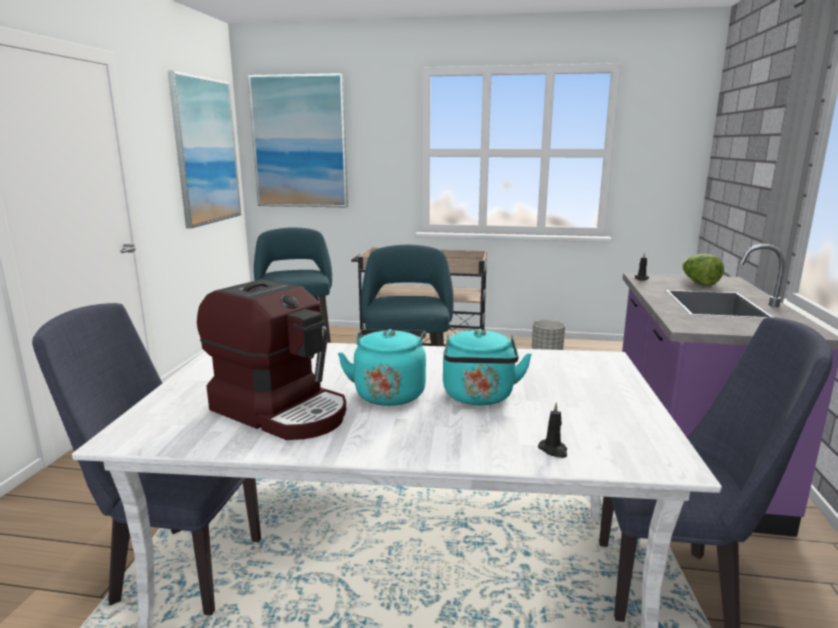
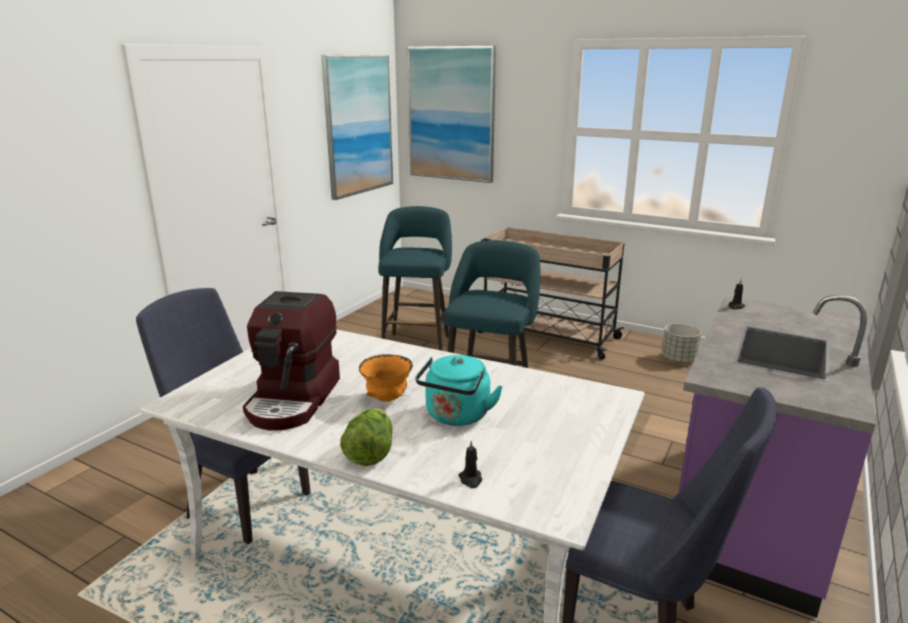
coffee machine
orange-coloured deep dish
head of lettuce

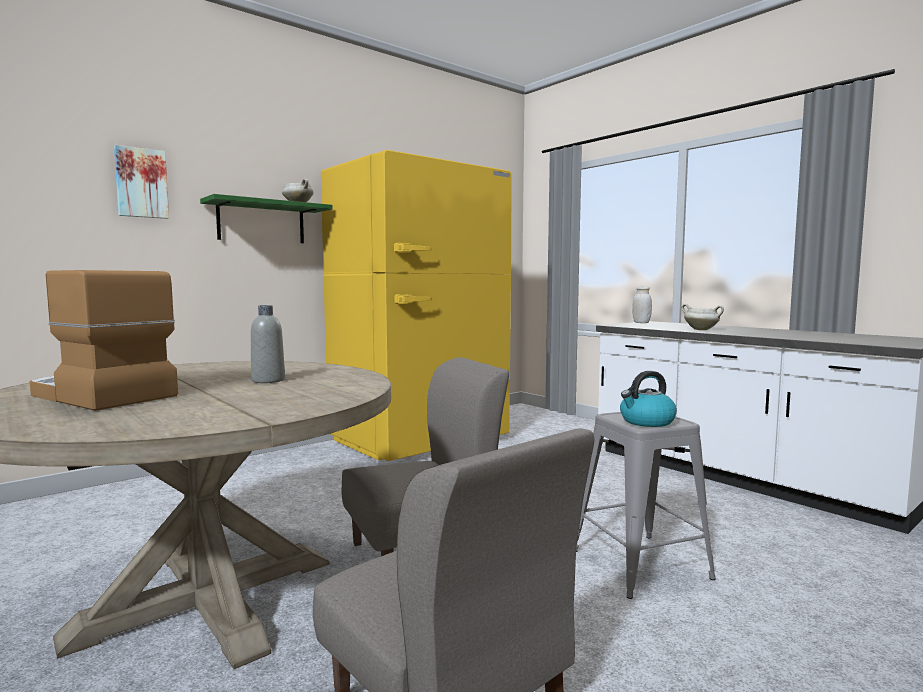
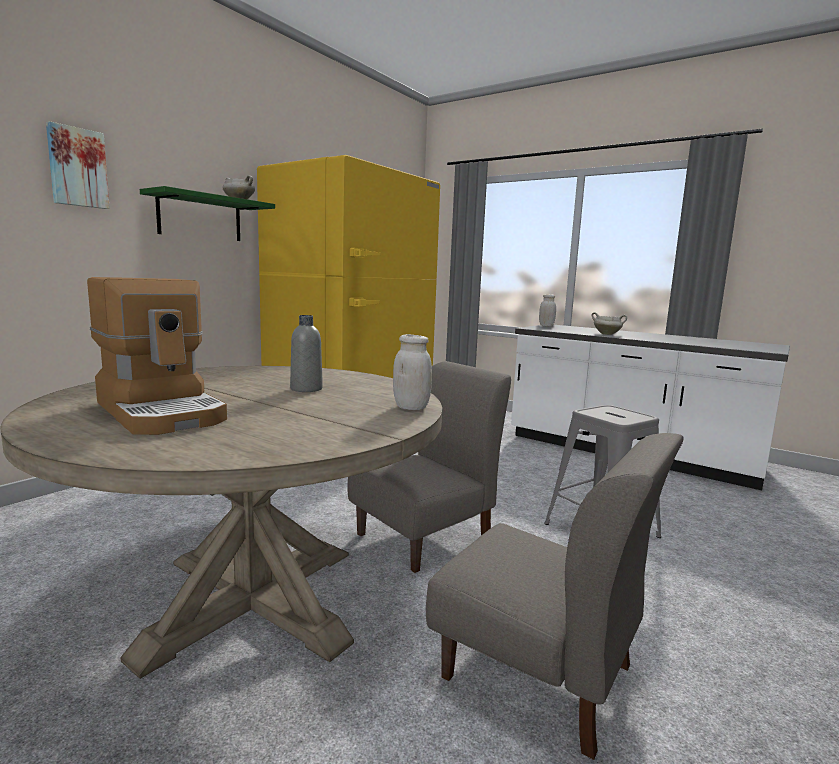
coffee machine
kettle
whitish preserve jar (no. 1 from left)

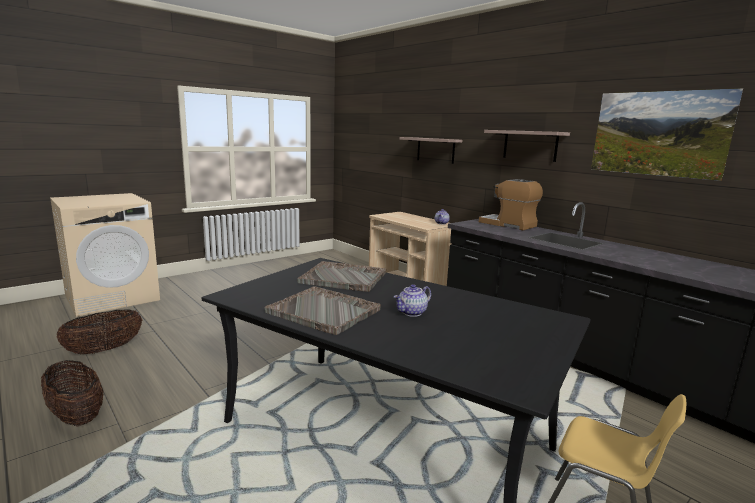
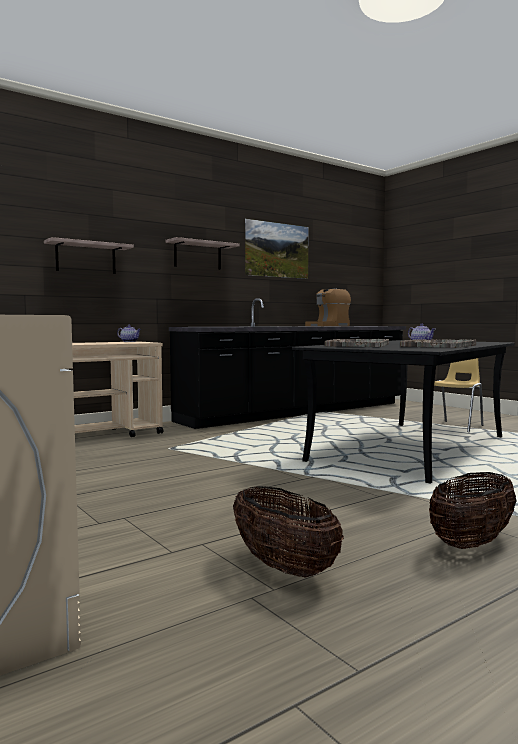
coffee machine

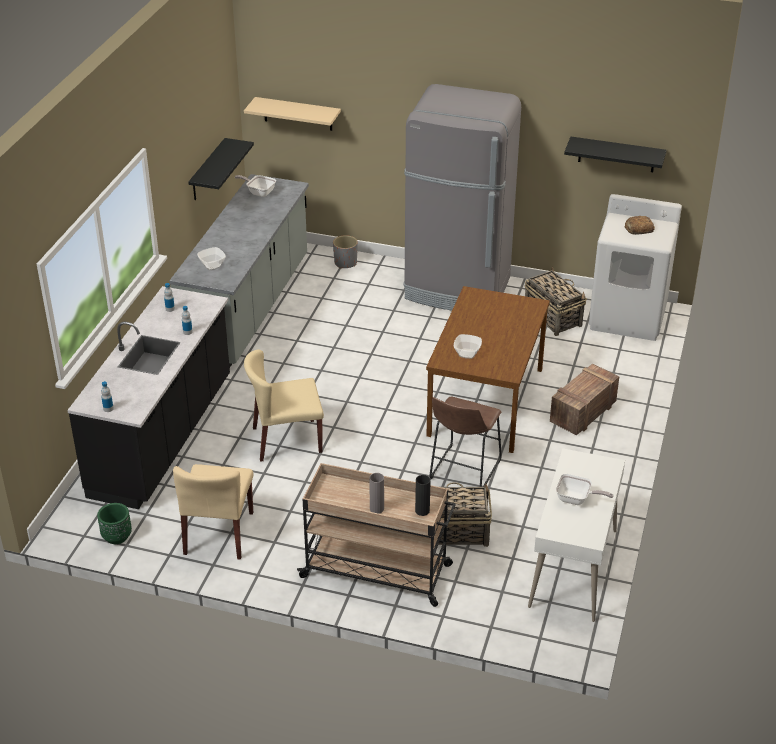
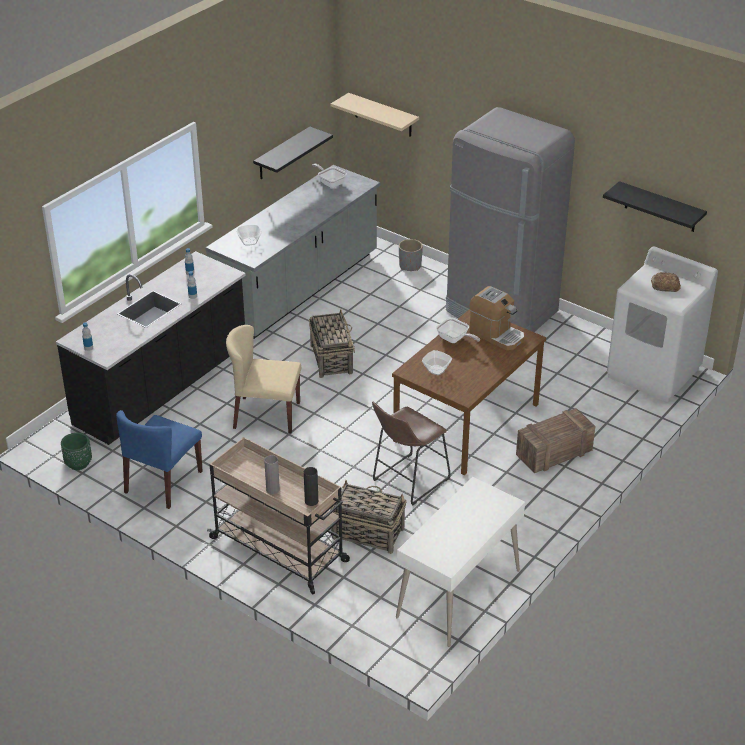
blue-coloured upright chair
household basket (no. 1 from left)
skillet (no. 2 from left)
coffee machine

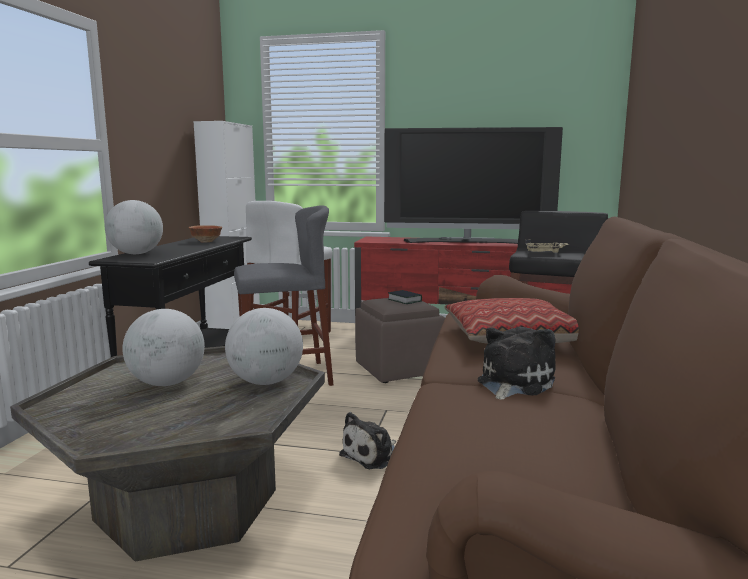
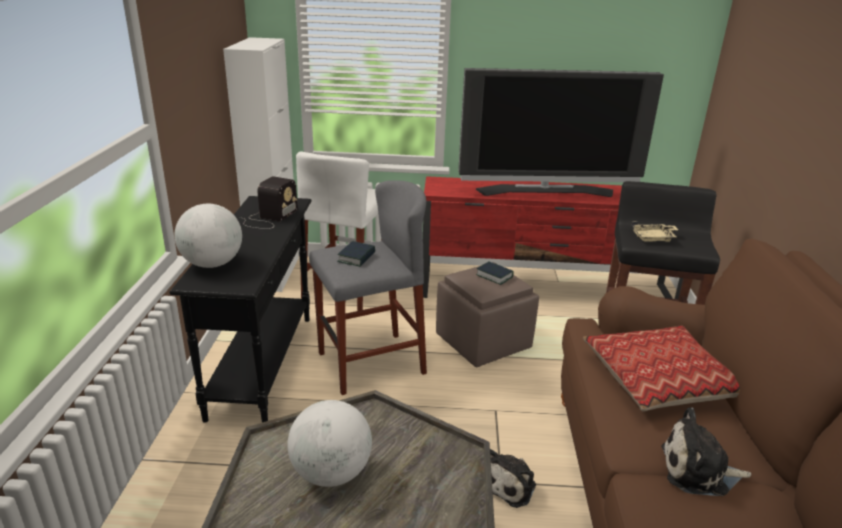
radio receiver
desk globe (no. 3 from left in the first image)
cuddly toy (no. 2 from left)
bound book (no. 1 from left)

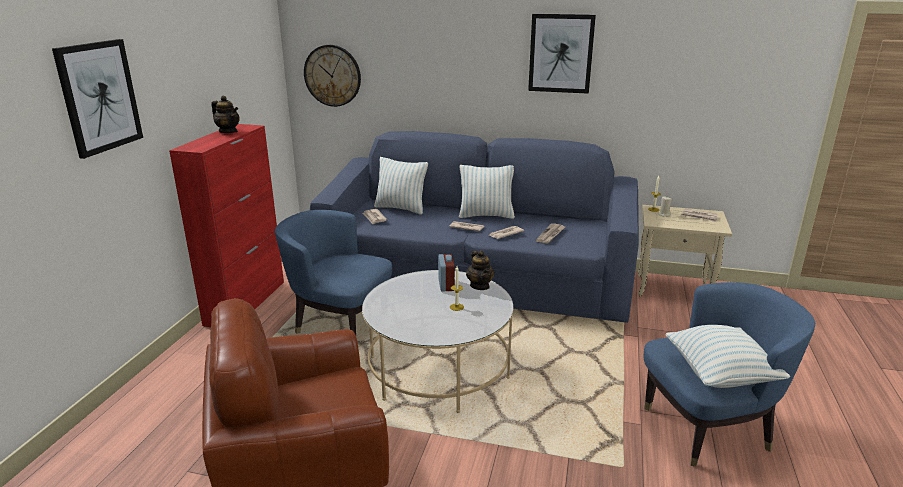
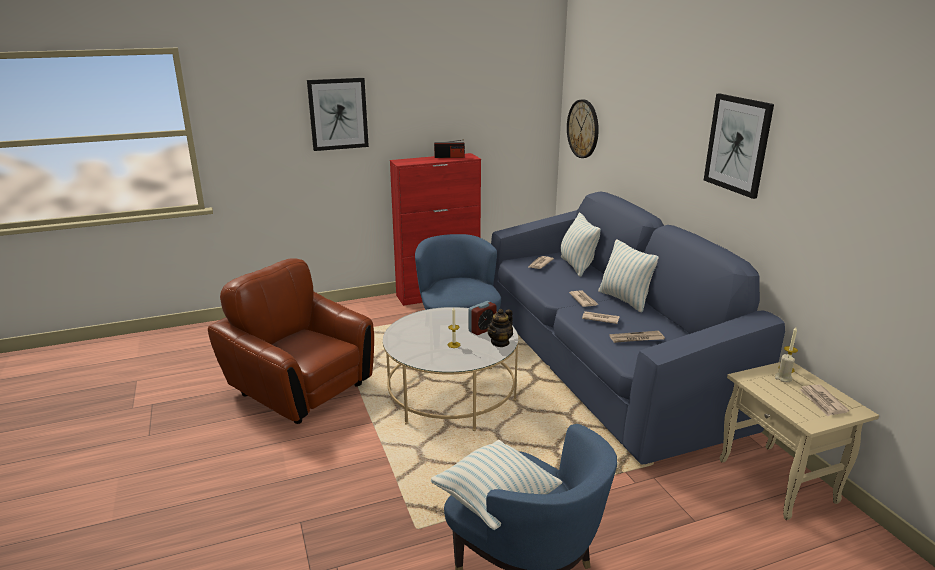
radio receiver

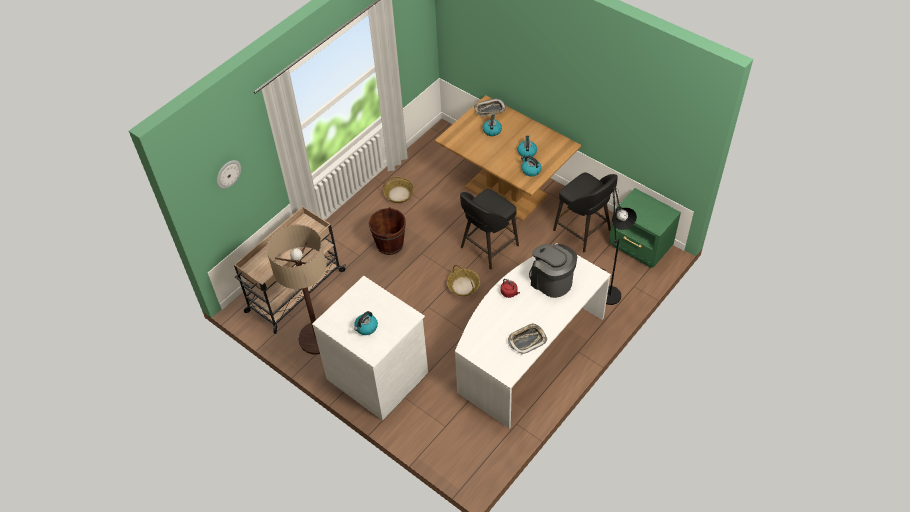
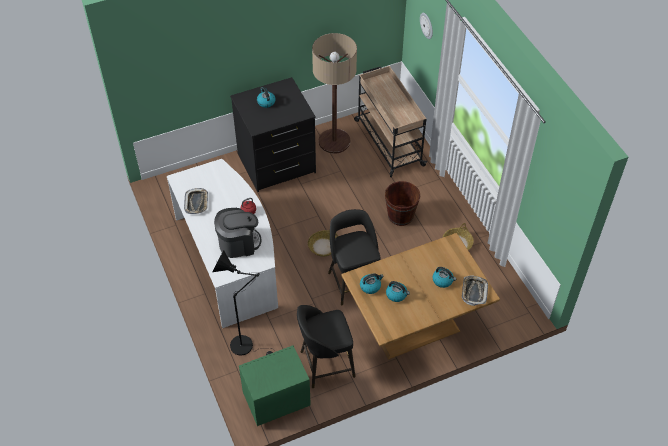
black dresser

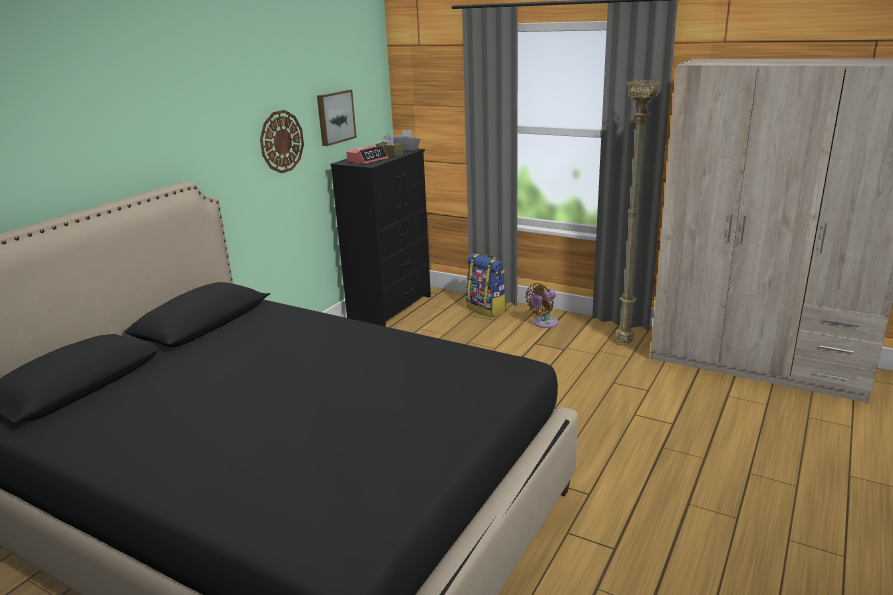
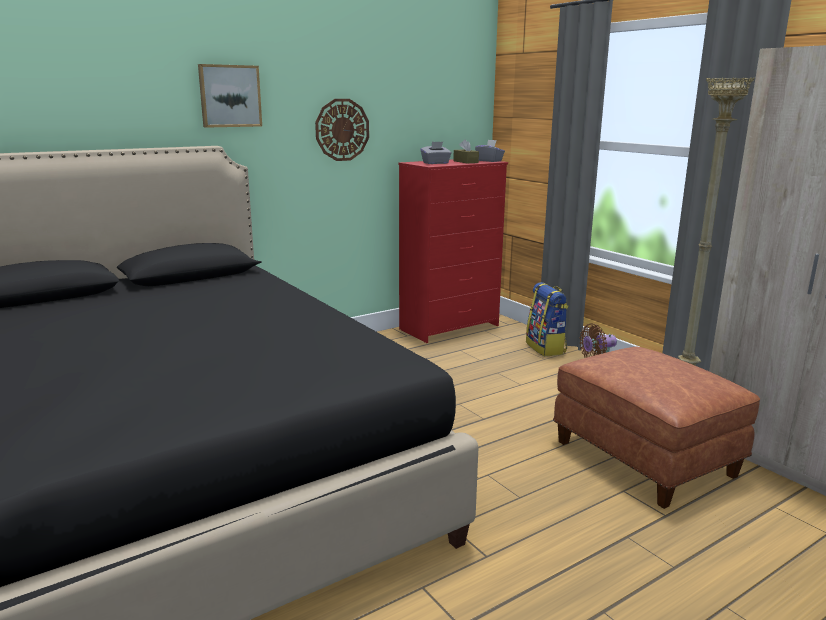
wall picture
red-coloured dresser
gray tissue box (no. 1 from left)
brownish footrest

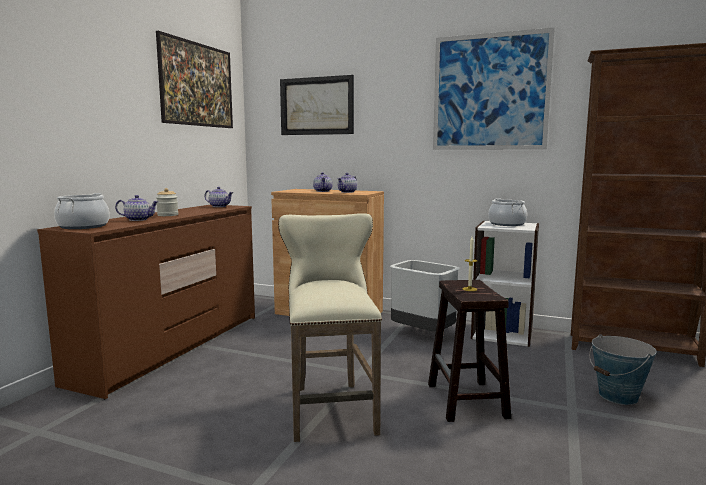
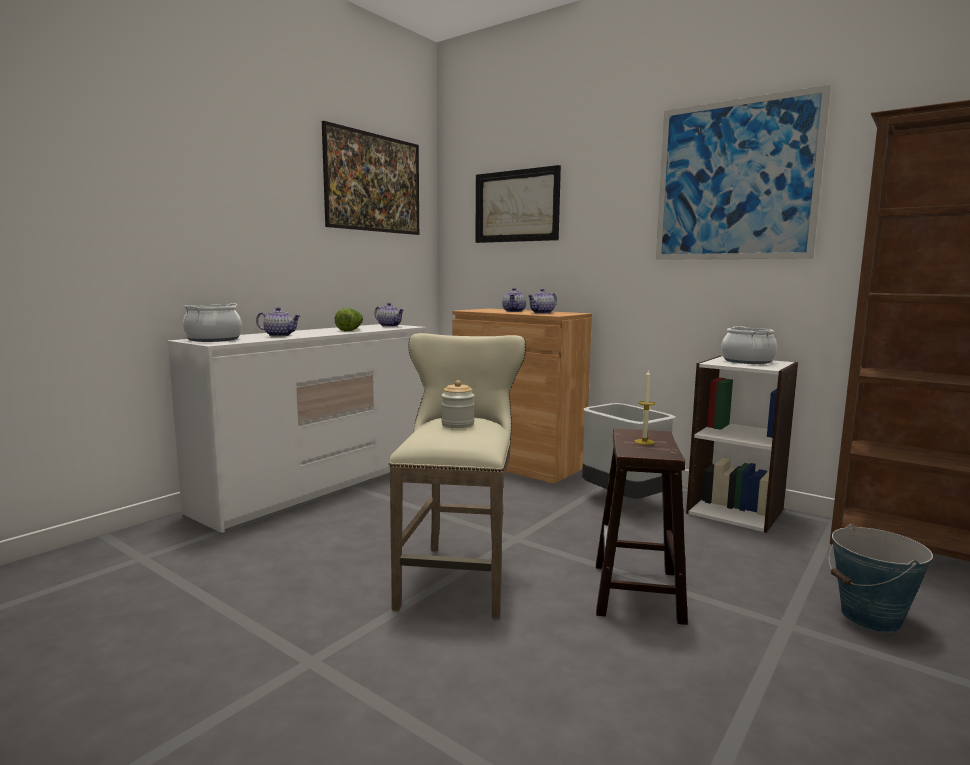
whitish dresser
preserve jar
head of lettuce

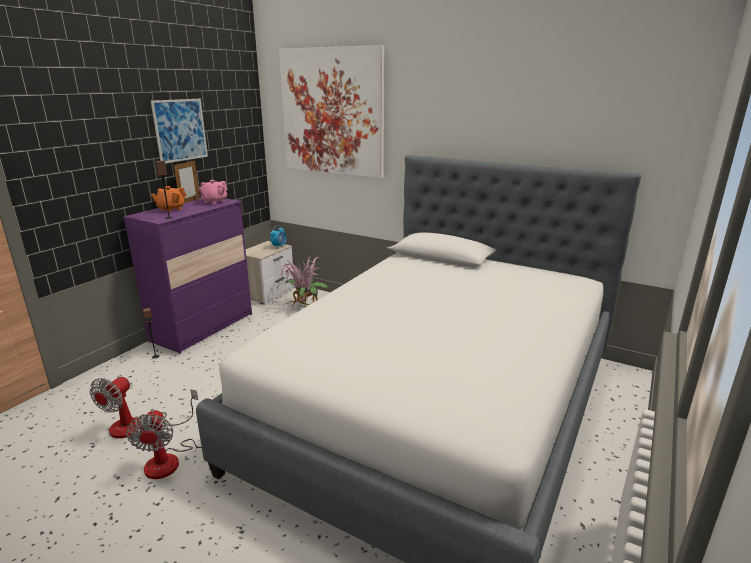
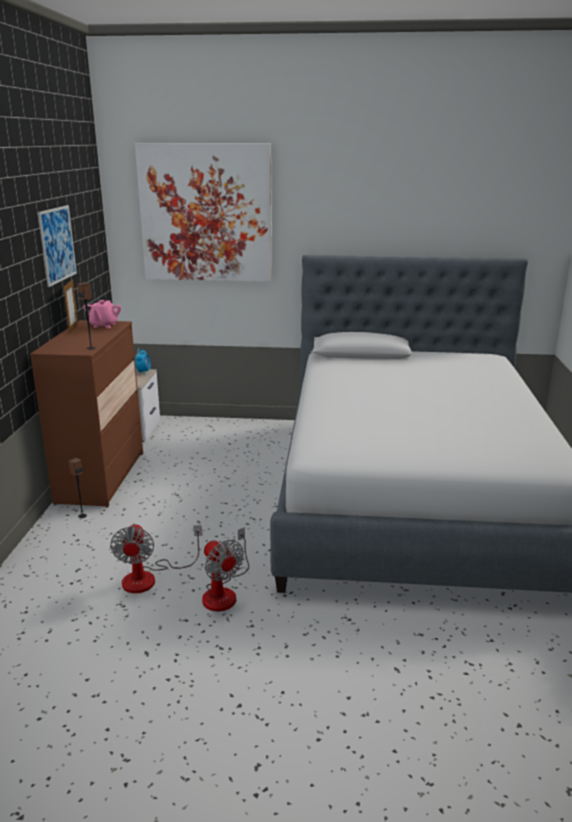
brownish dresser
orange-coloured tea pot
potted plant

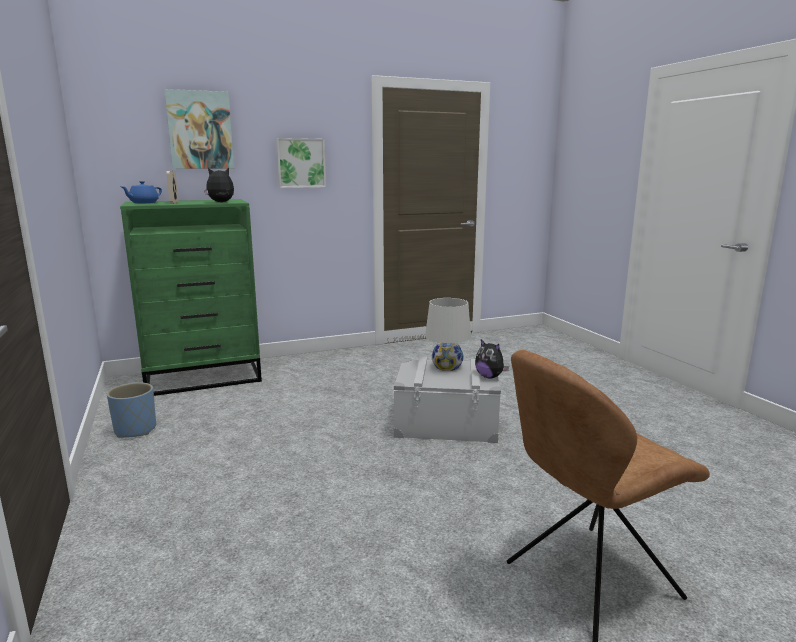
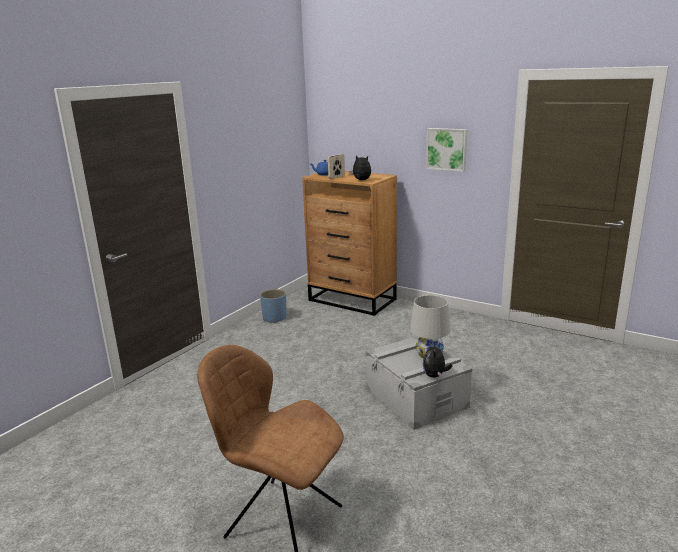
brownish dresser
wall picture (no. 1 from left in the first image)

